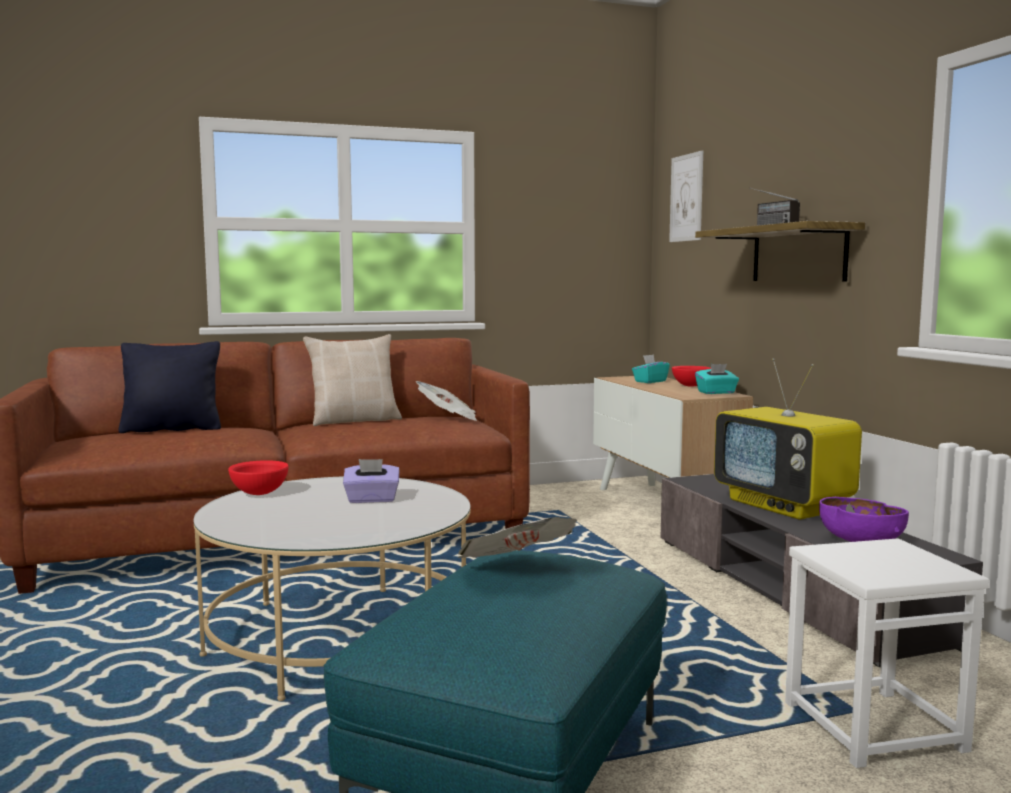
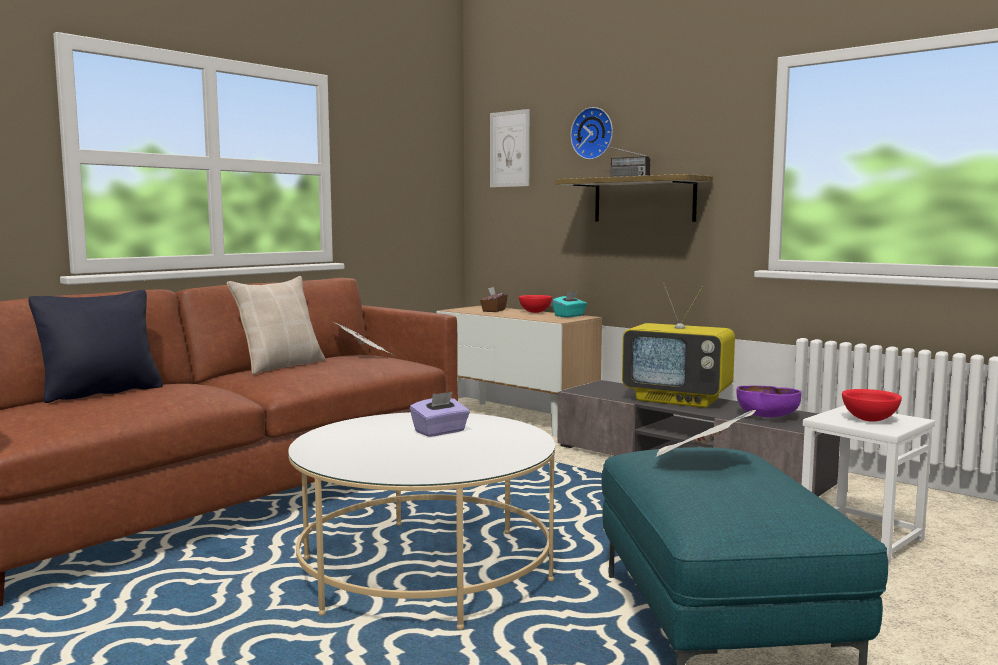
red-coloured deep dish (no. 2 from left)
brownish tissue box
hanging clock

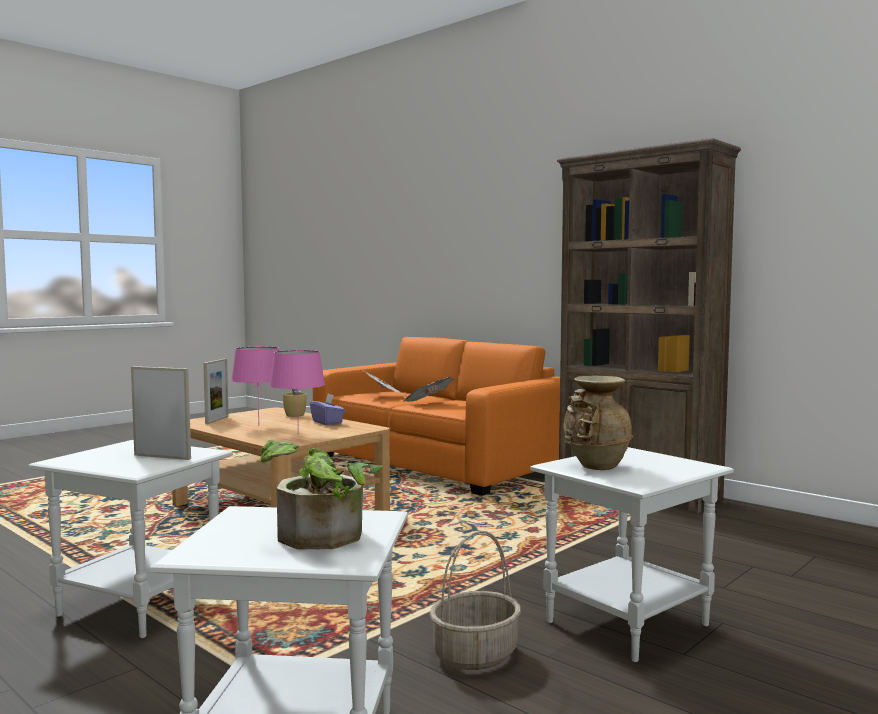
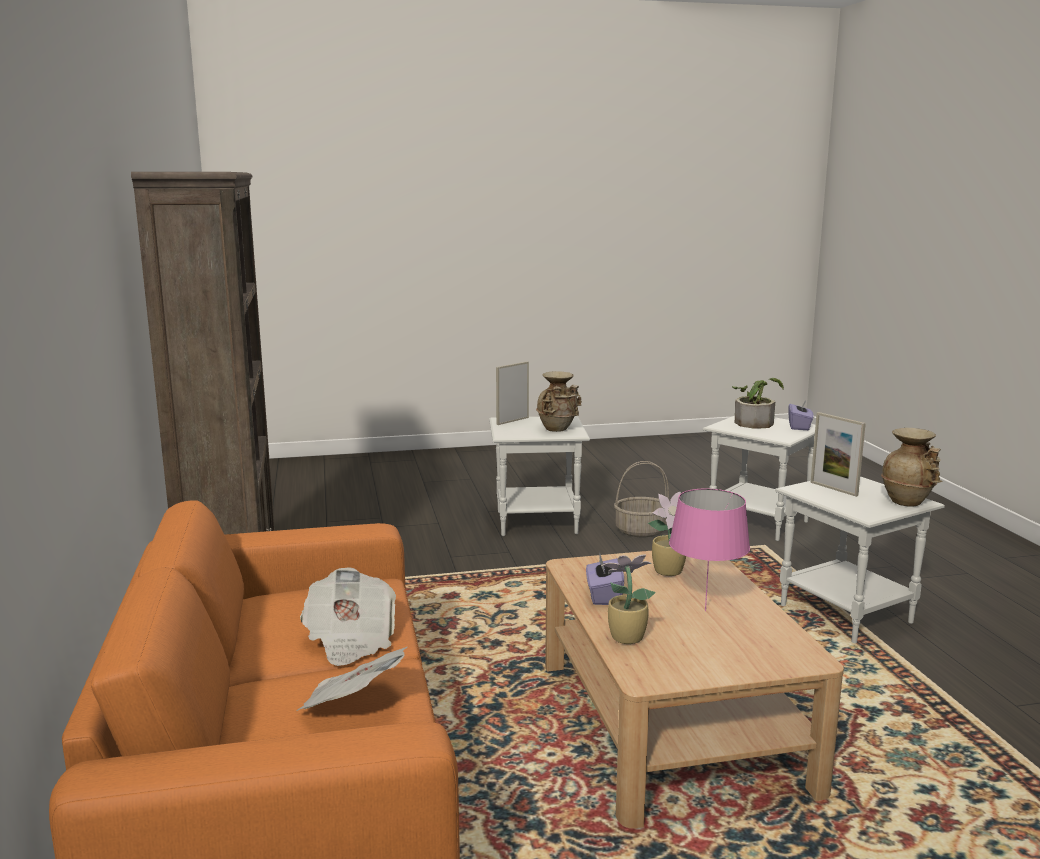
photo frame (no. 1 from left)
potted plant (no. 2 from left)
purplish tissue box (no. 2 from left)
beige-coloured vase (no. 2 from left)

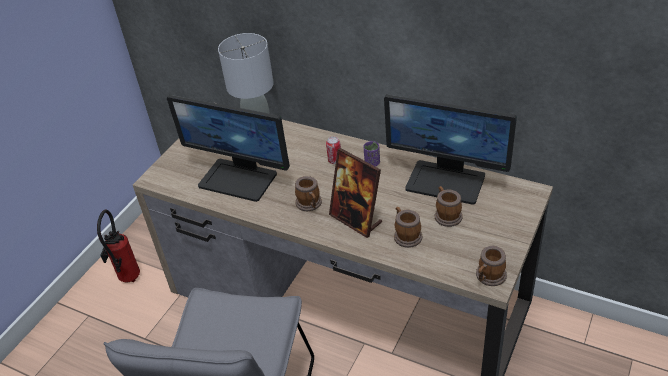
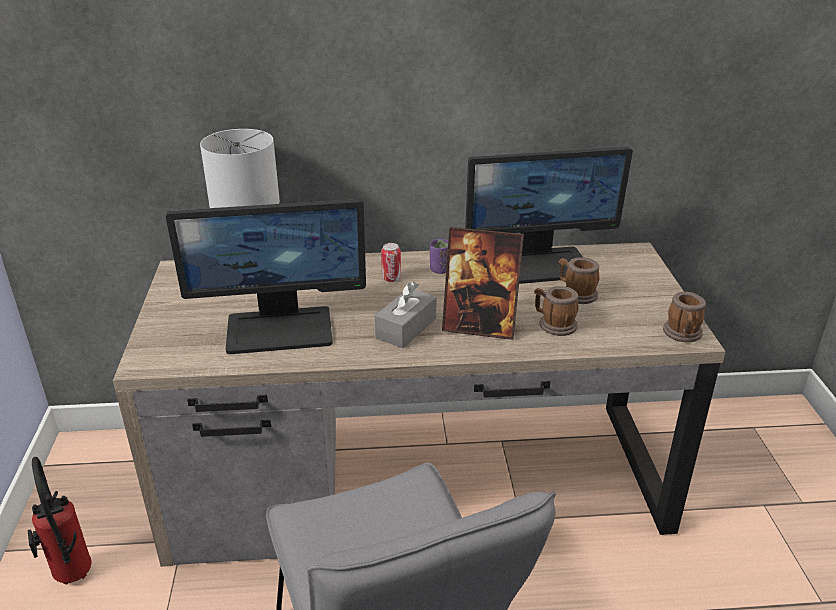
gray tissue box

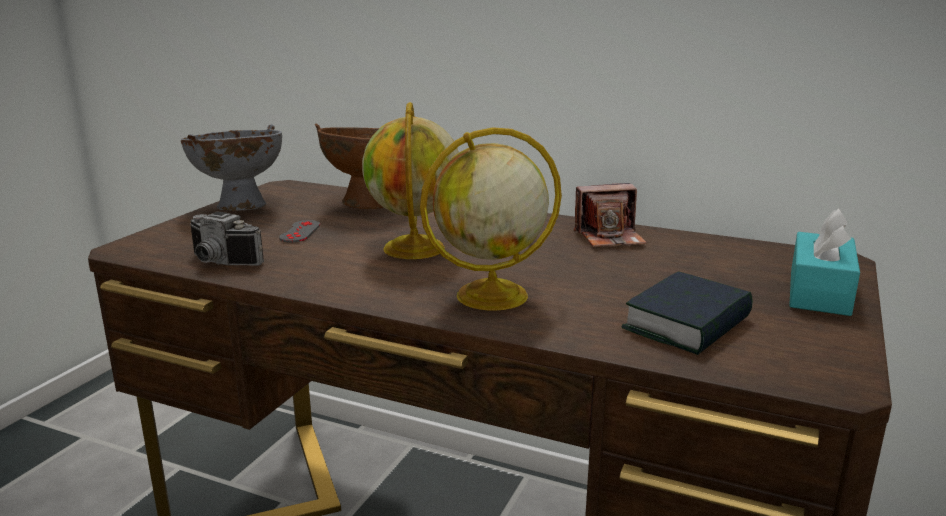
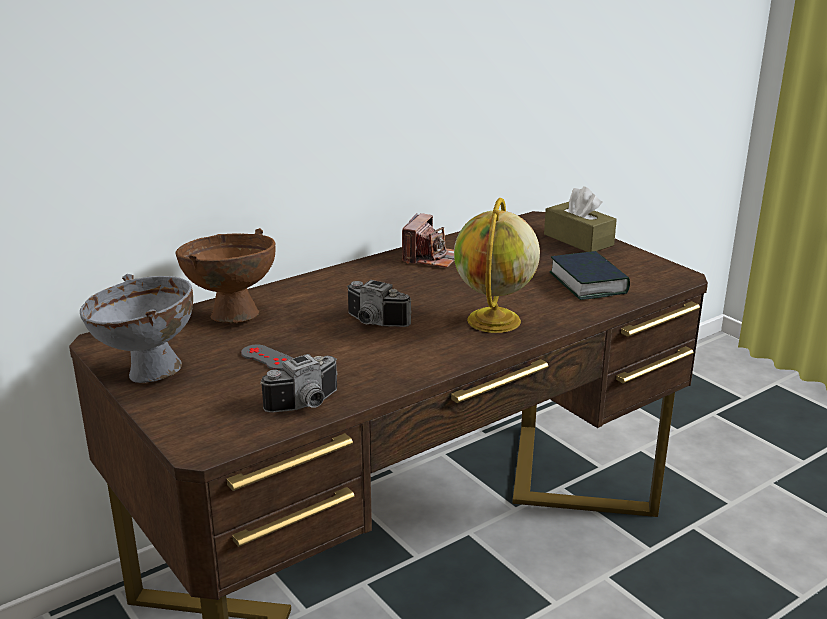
still camera (no. 2 from left)
brownish tissue box

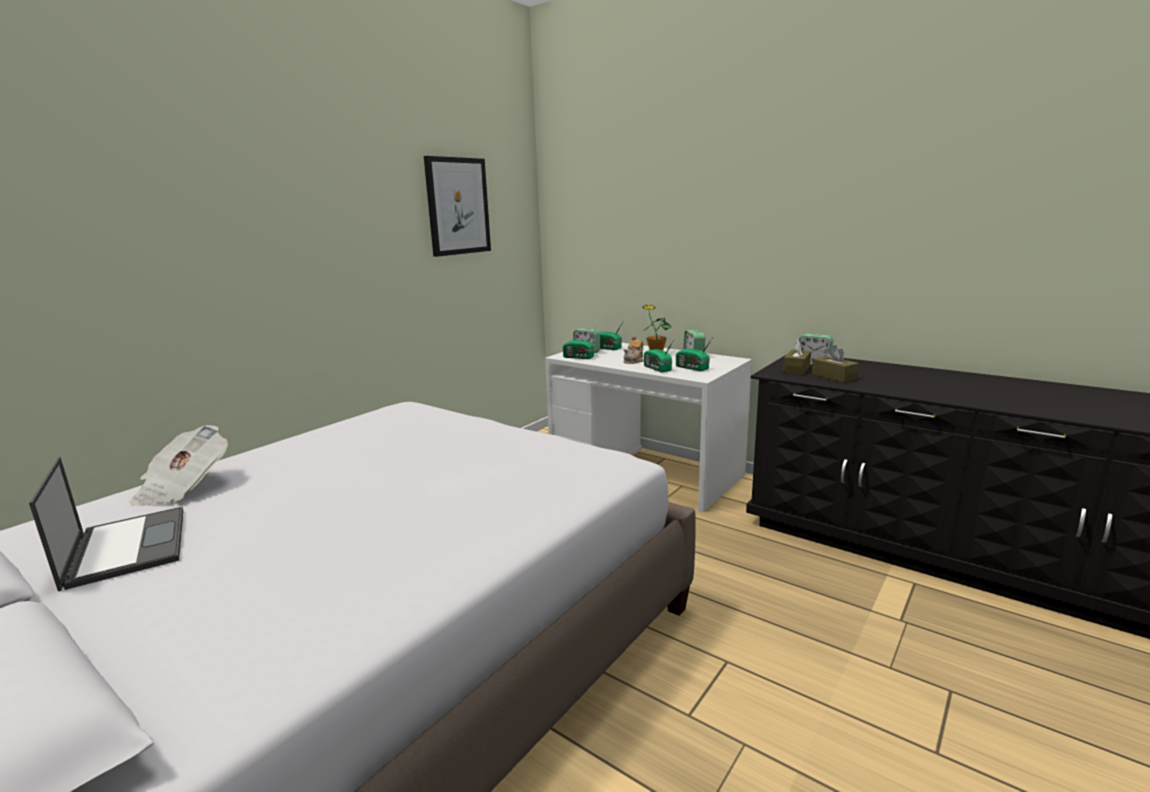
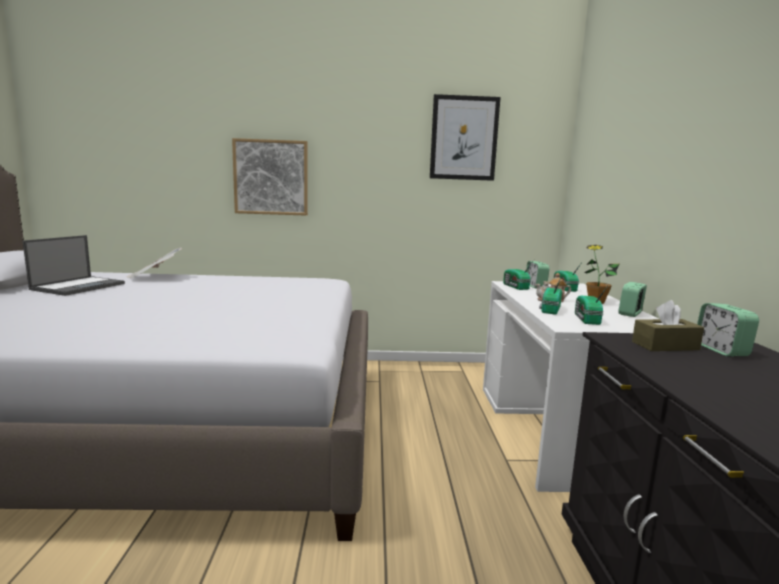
brownish tissue box (no. 2 from left in the first image)
wall picture (no. 1 from left)

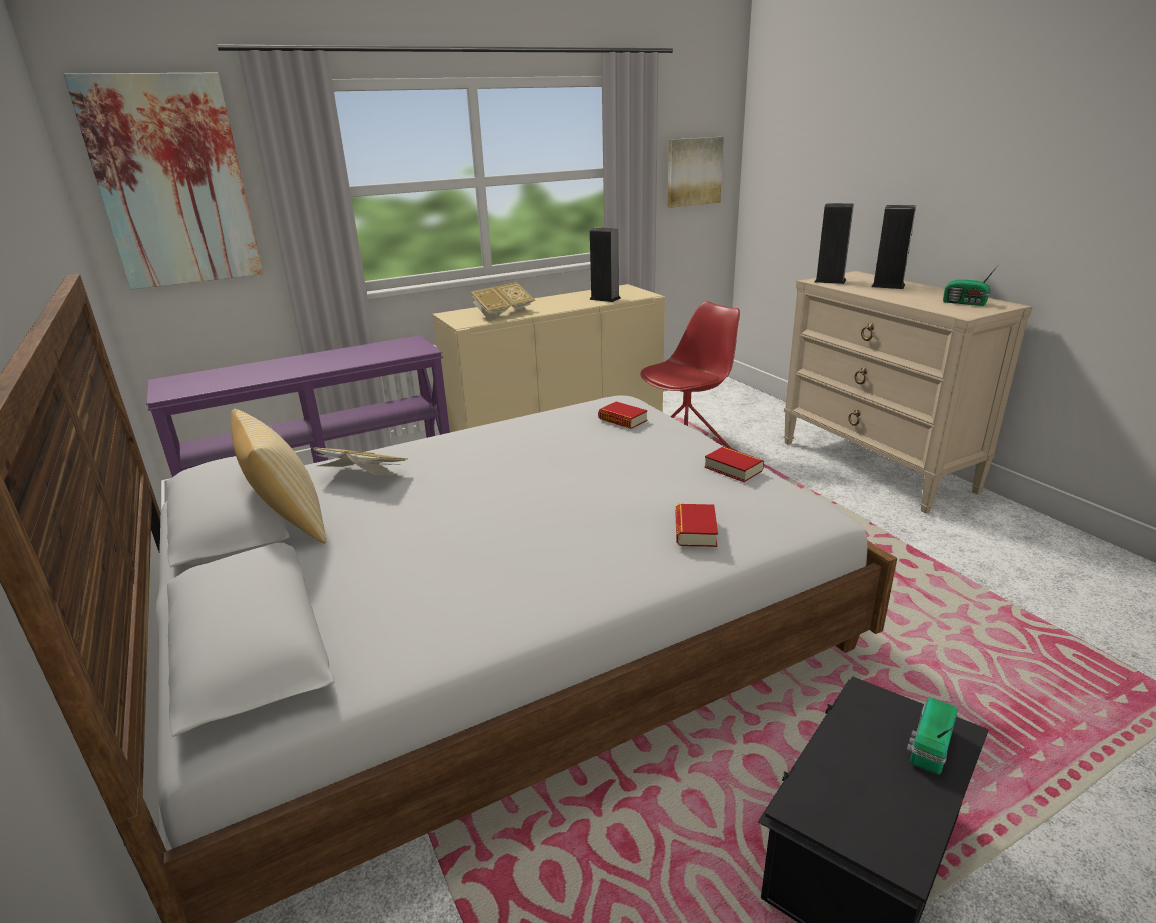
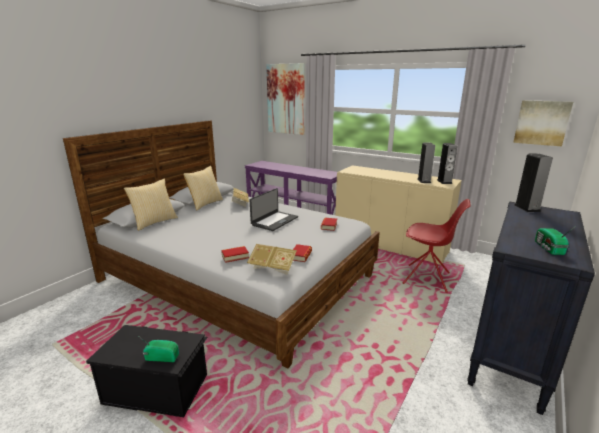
bound book (no. 3 from left)
black dresser
audio speaker (no. 2 from left)
throw pillow (no. 1 from left)
notebook computer

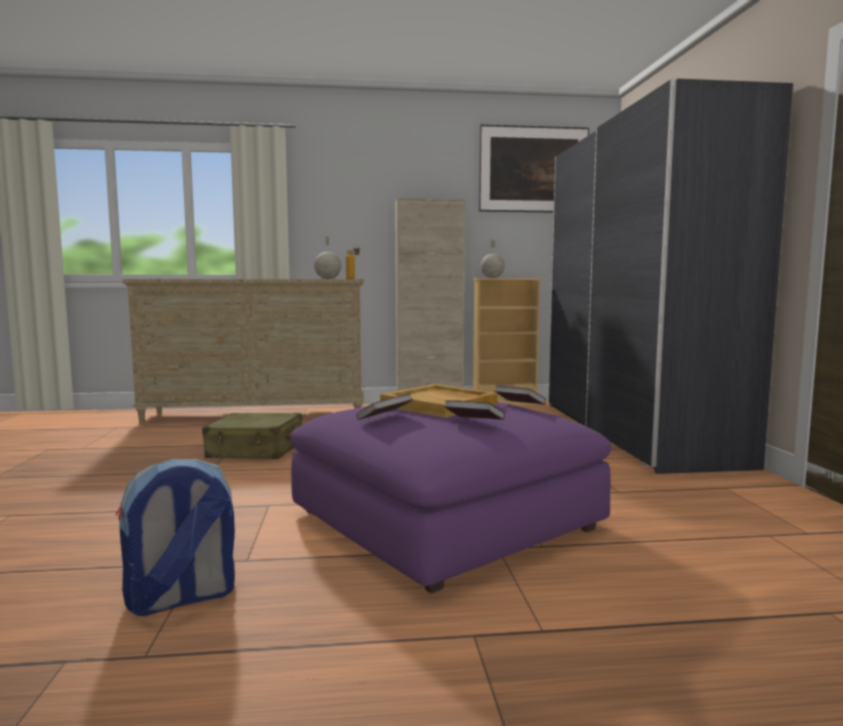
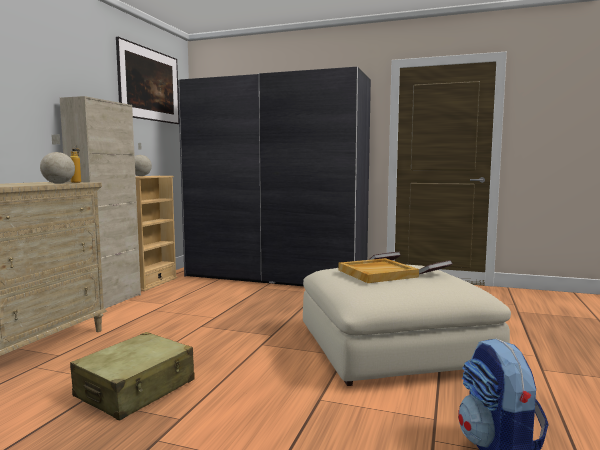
beige-coloured footrest
bound book (no. 1 from left in the first image)

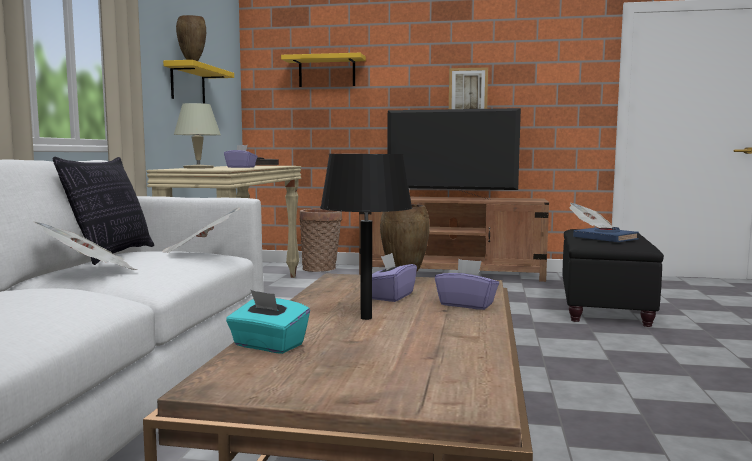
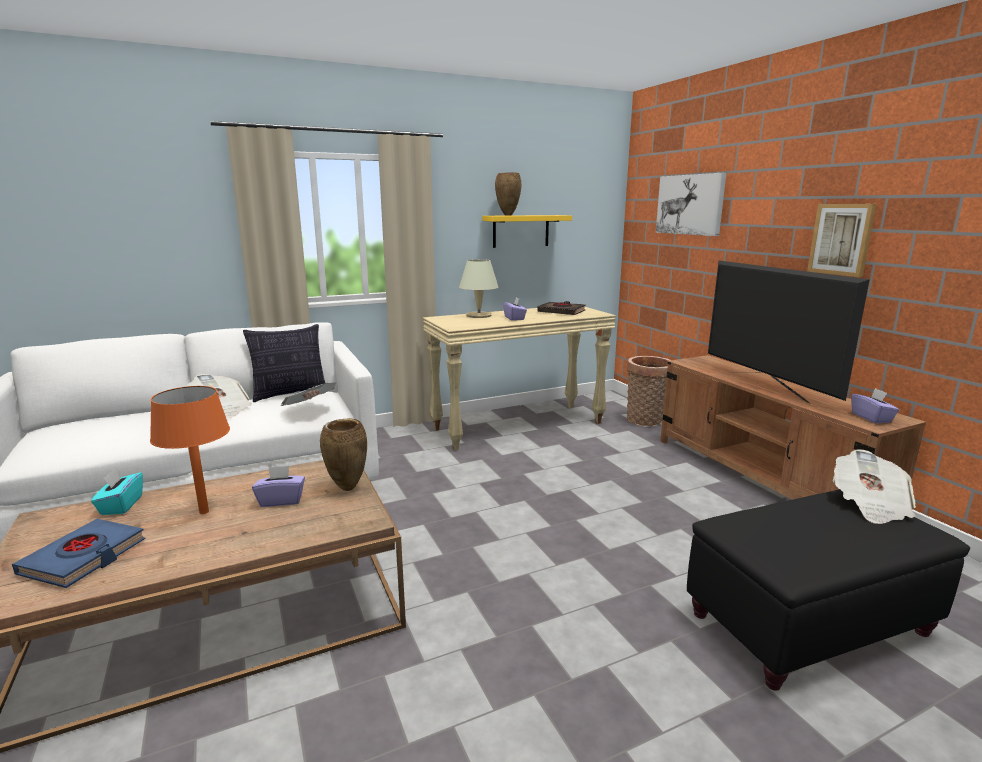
wall picture (no. 1 from left)
orange-coloured tabletop lamp
purplish tissue box (no. 3 from left)
blue-coloured bound book

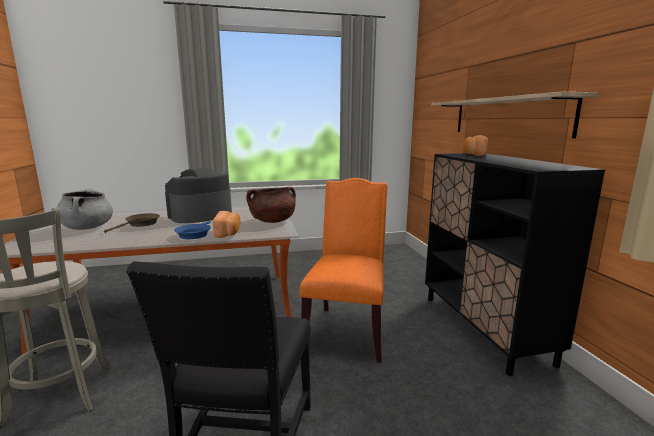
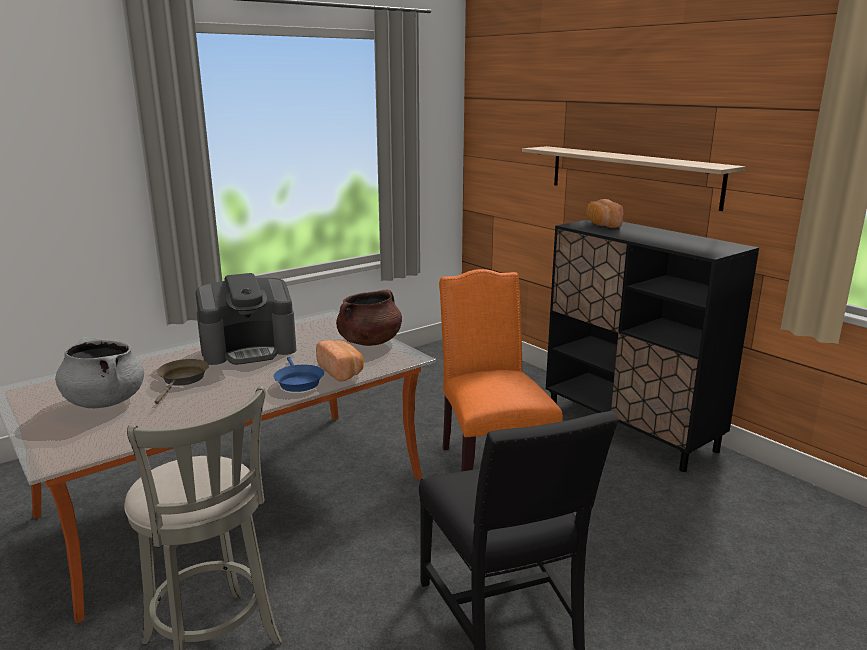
coffee machine

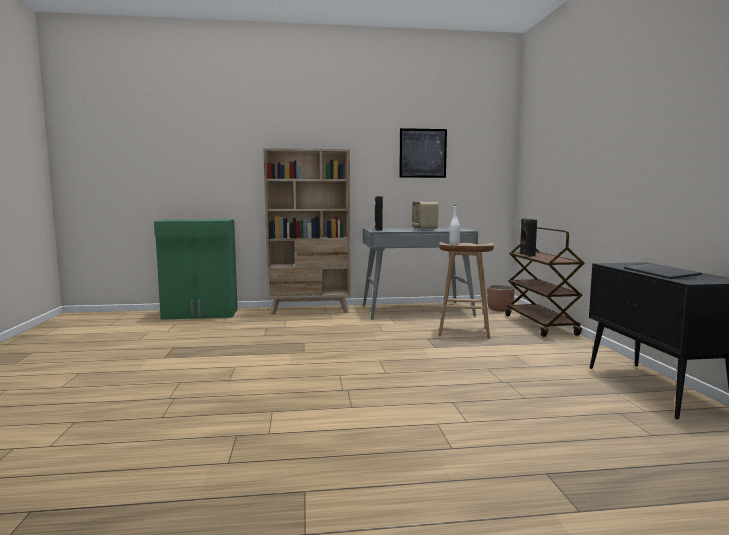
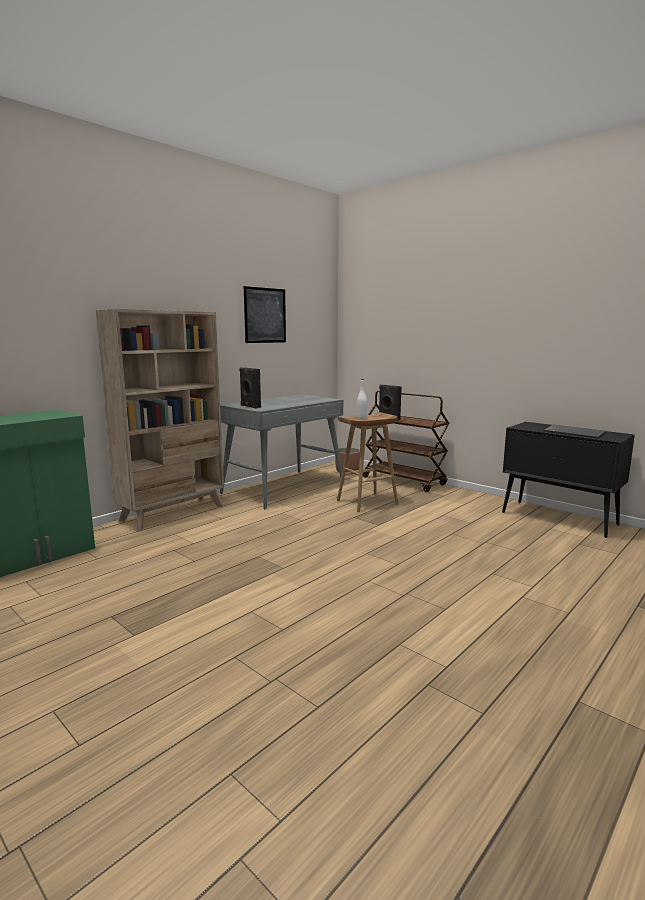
radio receiver

